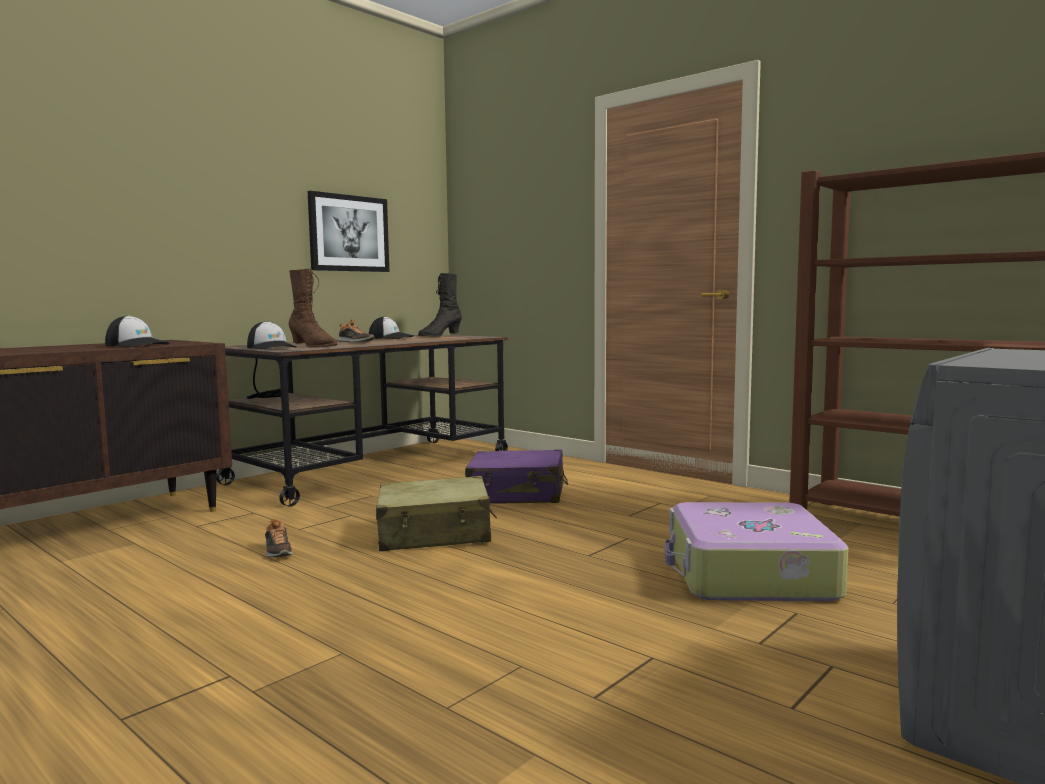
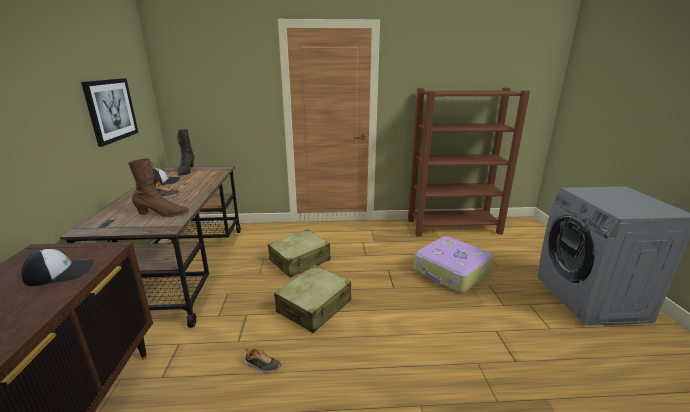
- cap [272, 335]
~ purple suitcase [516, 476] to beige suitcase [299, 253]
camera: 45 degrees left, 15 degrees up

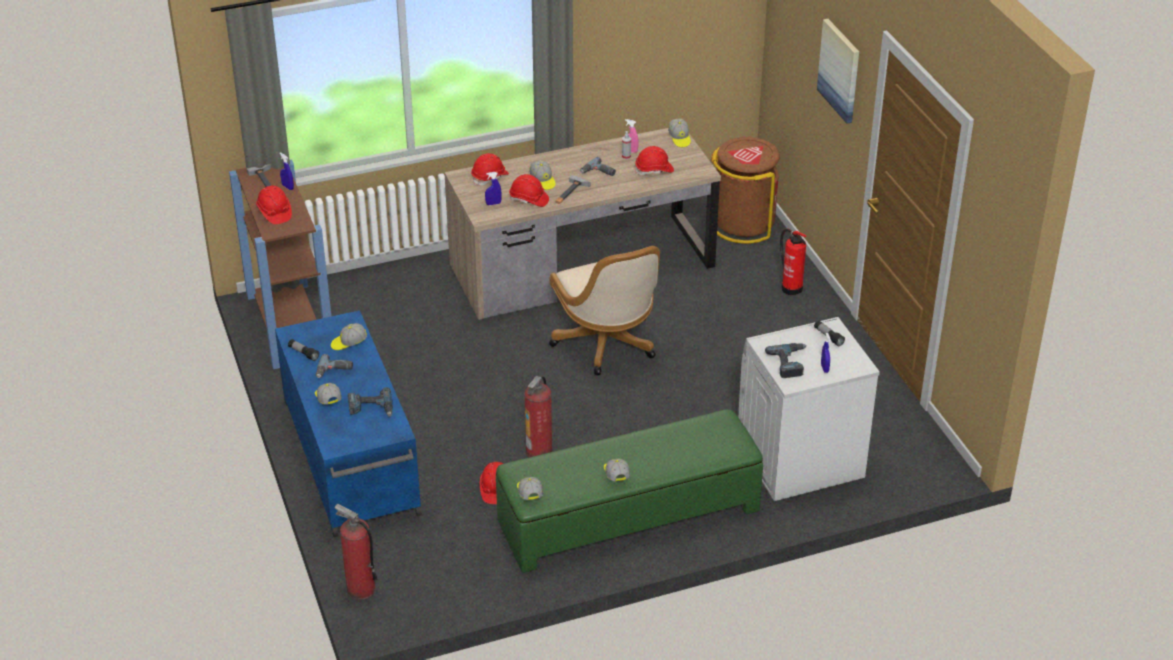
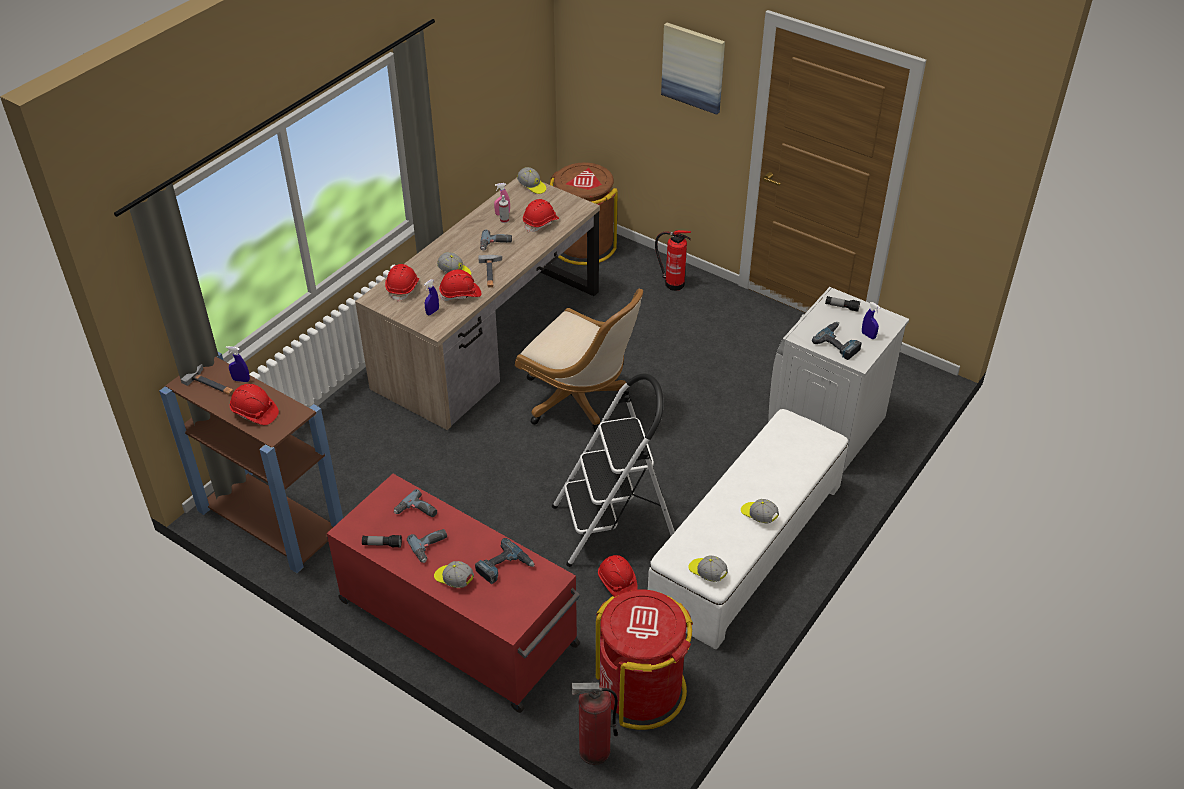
+ red trash can [644, 660]
~ cap [349, 336] to power drill [415, 503]
~ fire extinguisher [538, 416] to step ladder [613, 470]
~ blue cabinet [348, 423] to red cabinet [453, 593]
~ green bench [629, 491] to white bench [748, 529]
camera: 35 degrees left, 5 degrees up

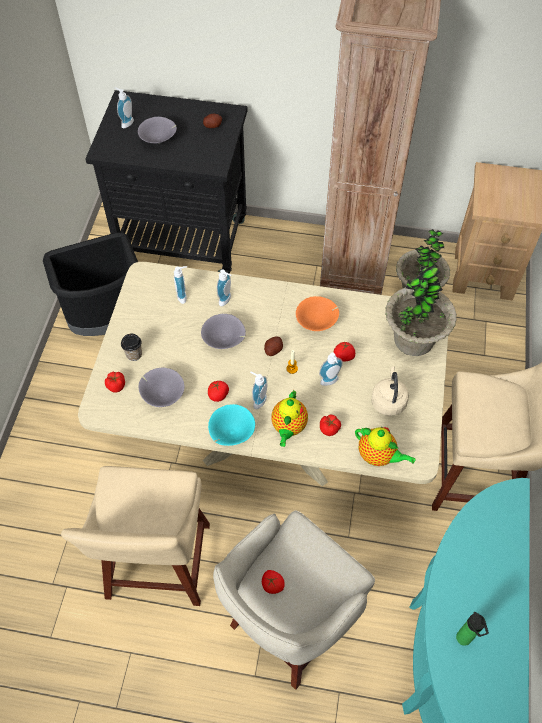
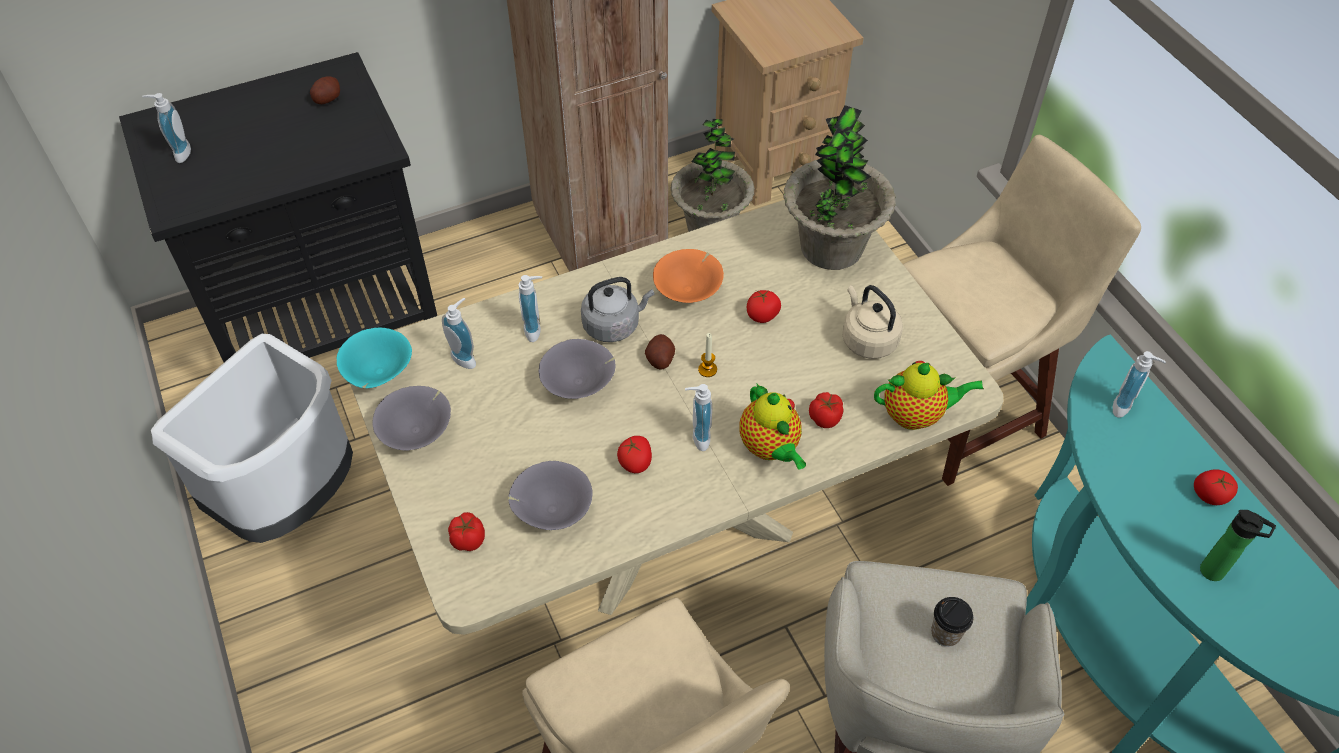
+ grey kettle [617, 309]
~ cup [131, 347] to [952, 622]
~ grey bowl [157, 130] to [411, 418]
~ turquoise bowl [231, 425] to [374, 358]
~ tomato [273, 582] to [1216, 487]
~ soap dispenser [331, 369] to [1139, 384]
~ black trash can [90, 284] to white trash can [252, 438]
camera: 35 degrees left, 5 degrees down

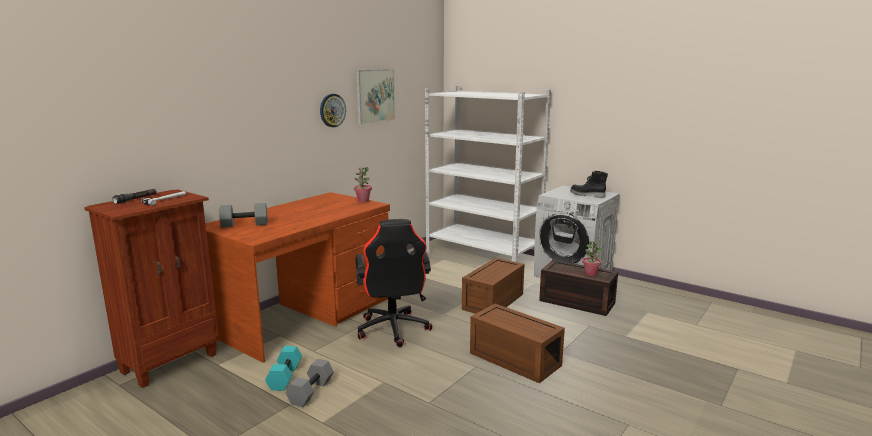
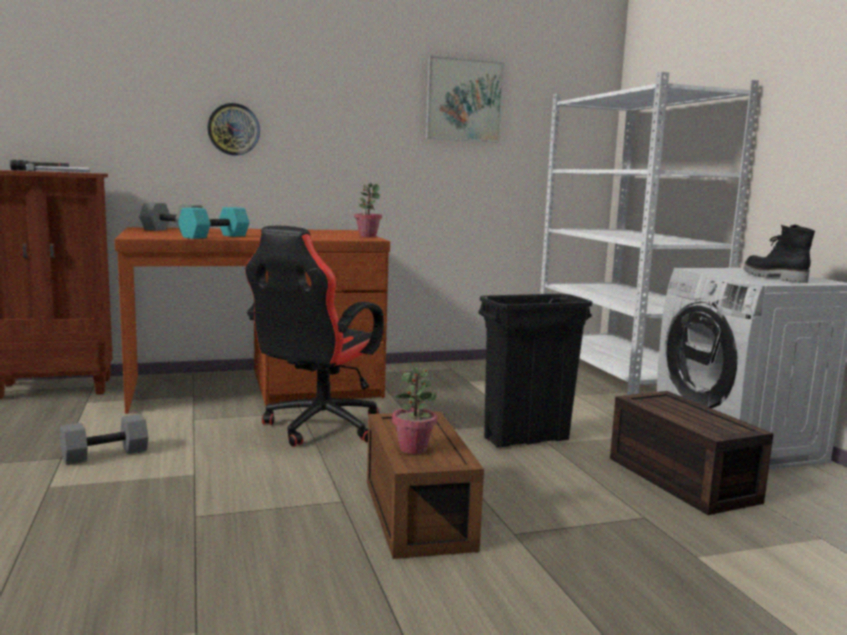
~ turquoise dumbbell [283, 368] to [214, 223]
~ wall clock [333, 110] to [233, 129]
~ potted plant [592, 258] to [414, 410]
~ brown storage box [493, 286] to black trash can [535, 370]
camera: 35 degrees right, 5 degrees down

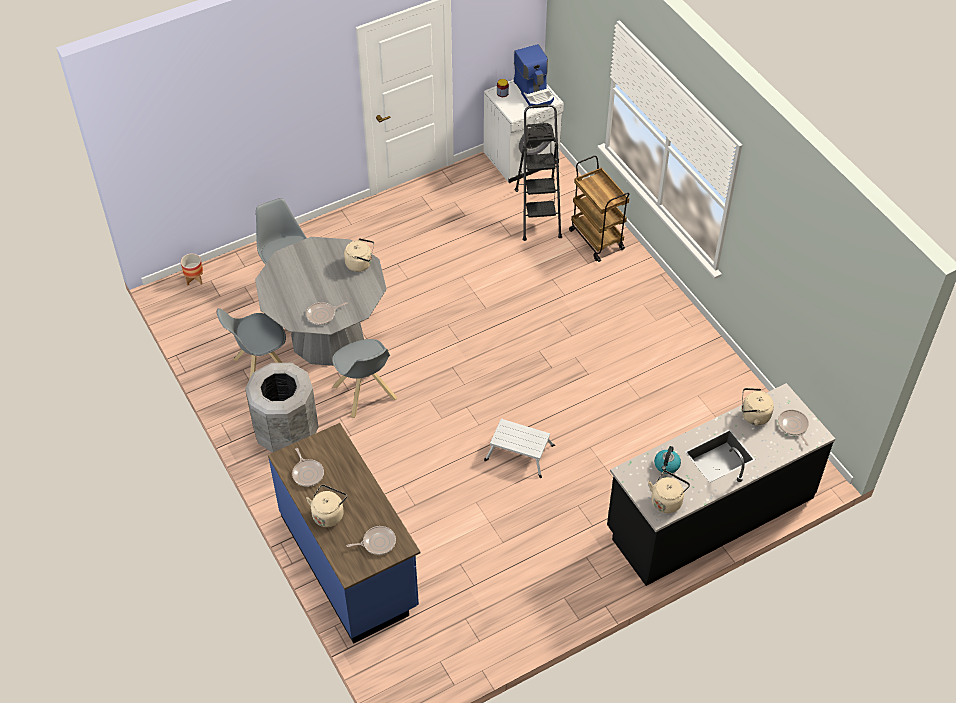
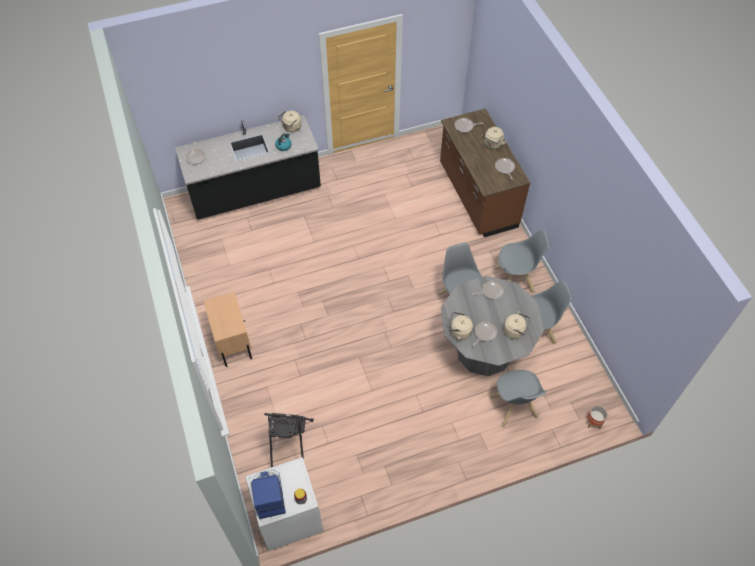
- white step ladder [519, 448]
- brown cart [599, 209]
+ beige nightstand [228, 329]
+ frying pan [485, 333]
~ beige kettle [758, 406] to [516, 325]
~ grey trash can [282, 408] to grey chair [522, 261]
~ blue counter [344, 533] to brown counter [485, 172]
camera: 170 degrees left, 5 degrees up

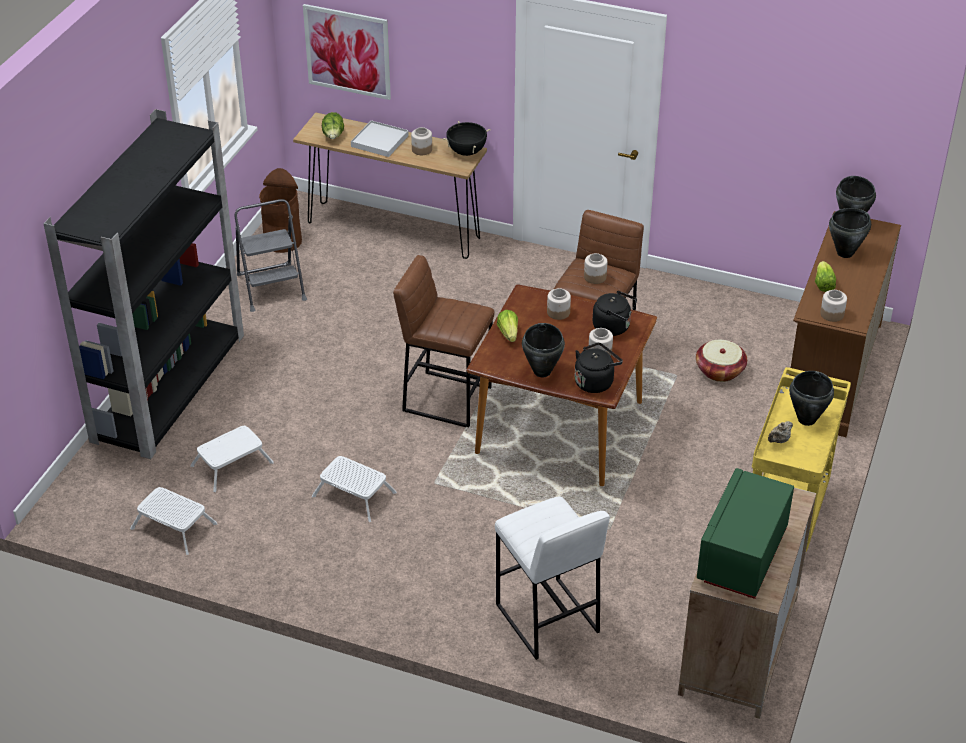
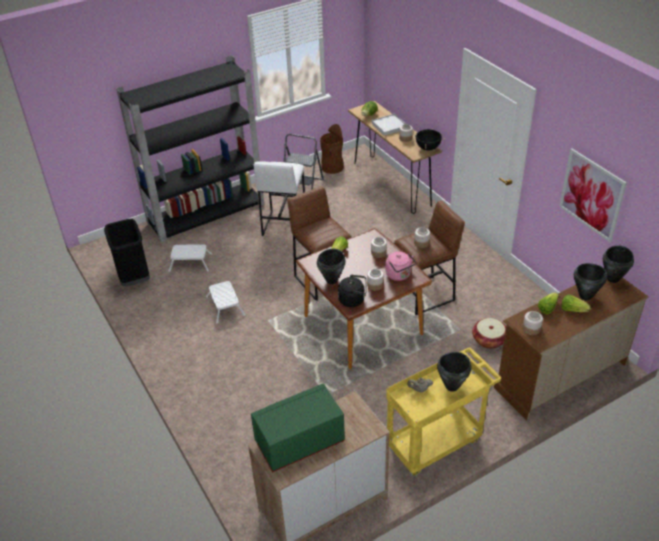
+ lettuce [576, 303]
~ picture [347, 52] to [593, 195]
~ white stool [552, 578] to [279, 198]
~ white step ladder [173, 521] to black trash can [127, 253]
~ black kettle [614, 313] to pink kettle [400, 266]
camera: 40 degrees right, 0 degrees up

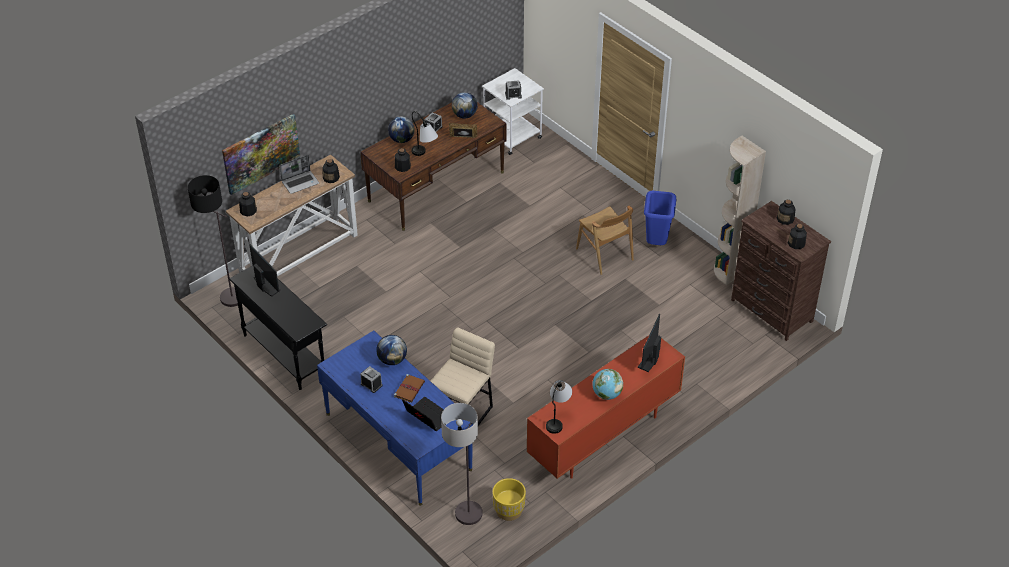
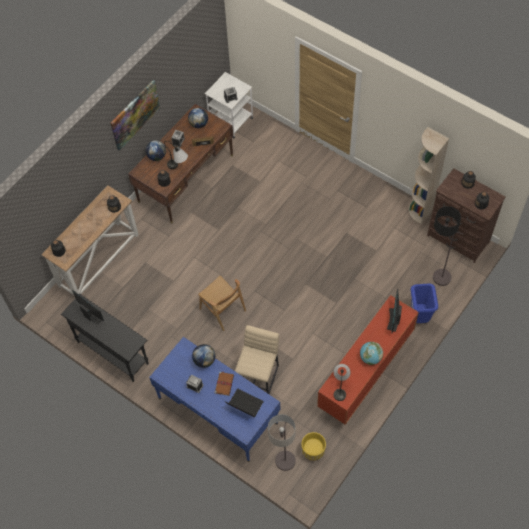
- laptop [299, 174]
~ black floor lamp [213, 241] to [448, 246]
~ picture [261, 154] to [135, 115]
~ brown chair [605, 240] to [222, 303]
~ blue trash can [660, 218] to [424, 303]
camera: 10 degrees left, 15 degrees up

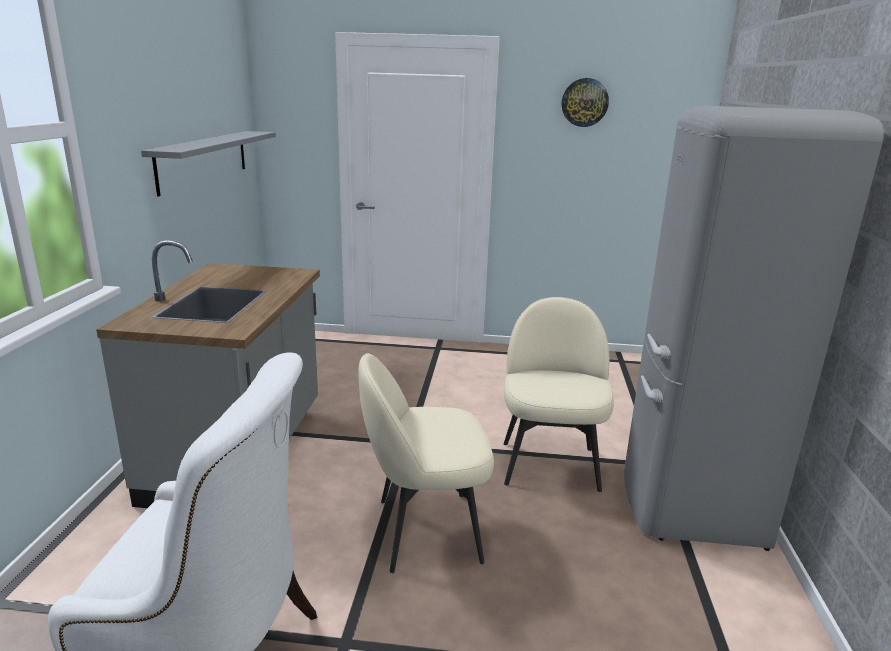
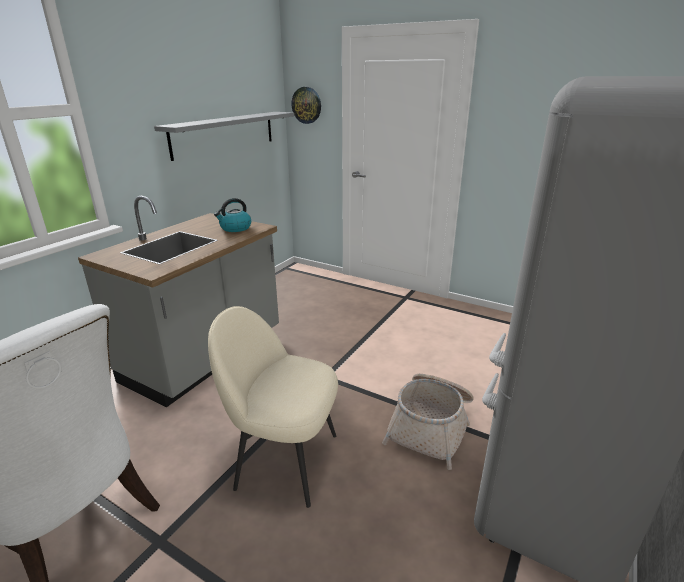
+ kettle [232, 215]
~ wall clock [585, 102] to [306, 105]
~ beige chair [559, 394] to basket [428, 422]
camera: 25 degrees right, 5 degrees up

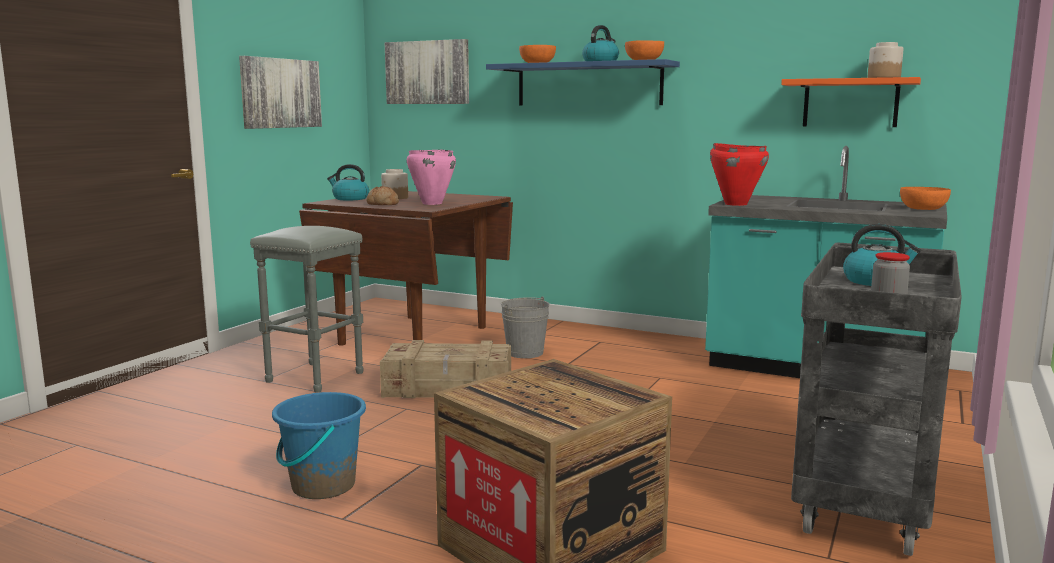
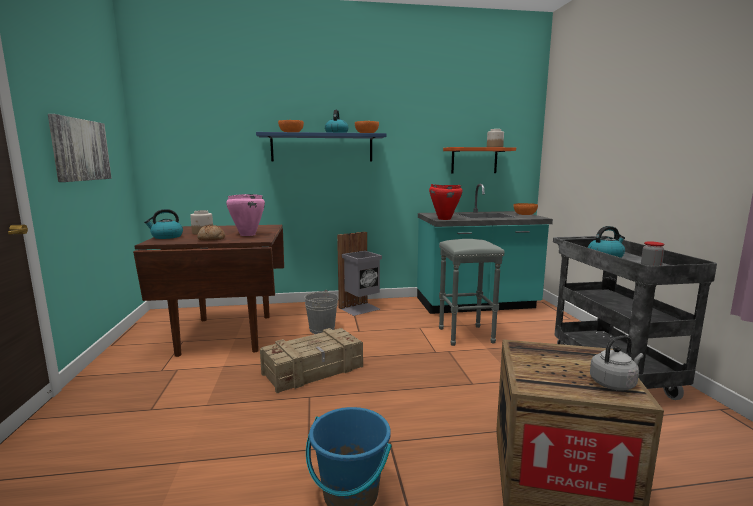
- picture [427, 71]
+ grey trash can [359, 274]
+ grey kettle [617, 363]
~ grey stool [307, 309] to [472, 292]
camera: 35 degrees left, 0 degrees up

